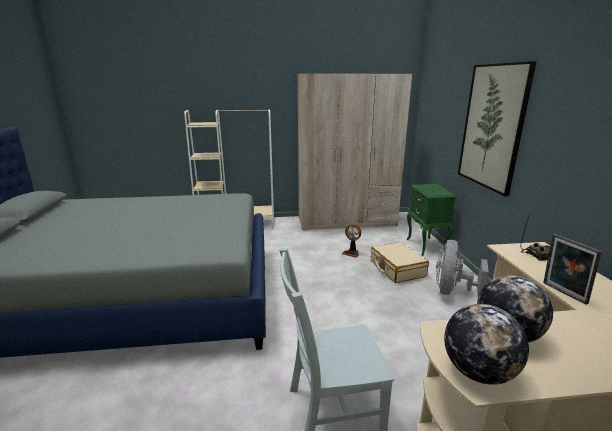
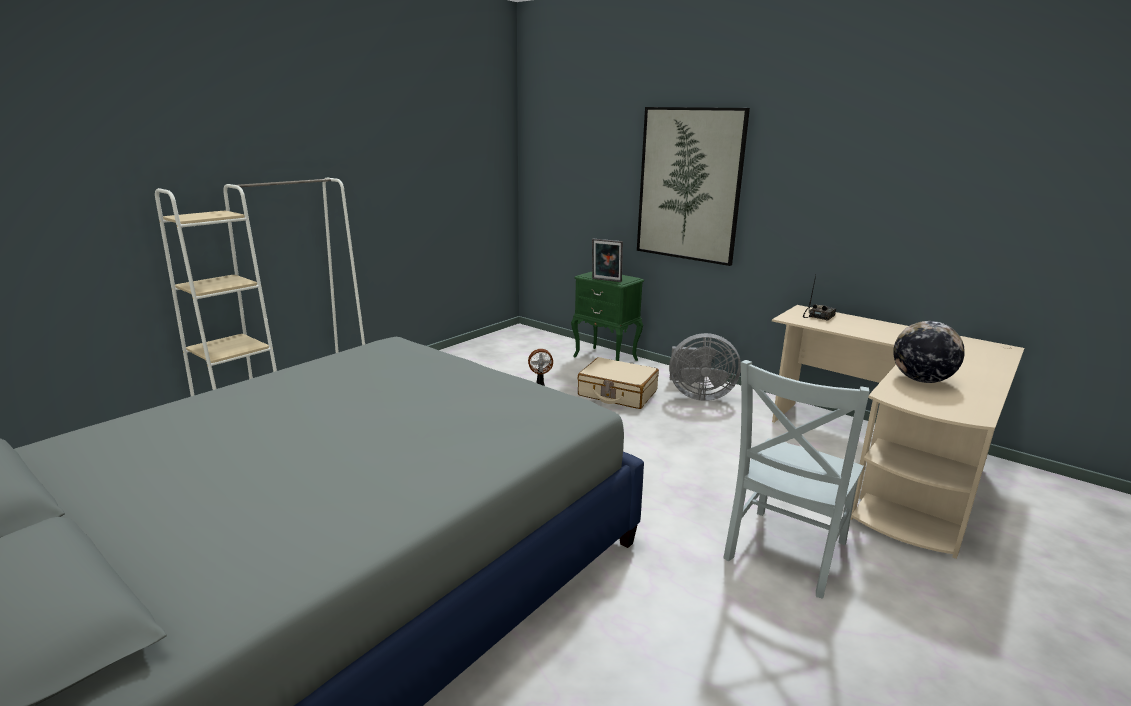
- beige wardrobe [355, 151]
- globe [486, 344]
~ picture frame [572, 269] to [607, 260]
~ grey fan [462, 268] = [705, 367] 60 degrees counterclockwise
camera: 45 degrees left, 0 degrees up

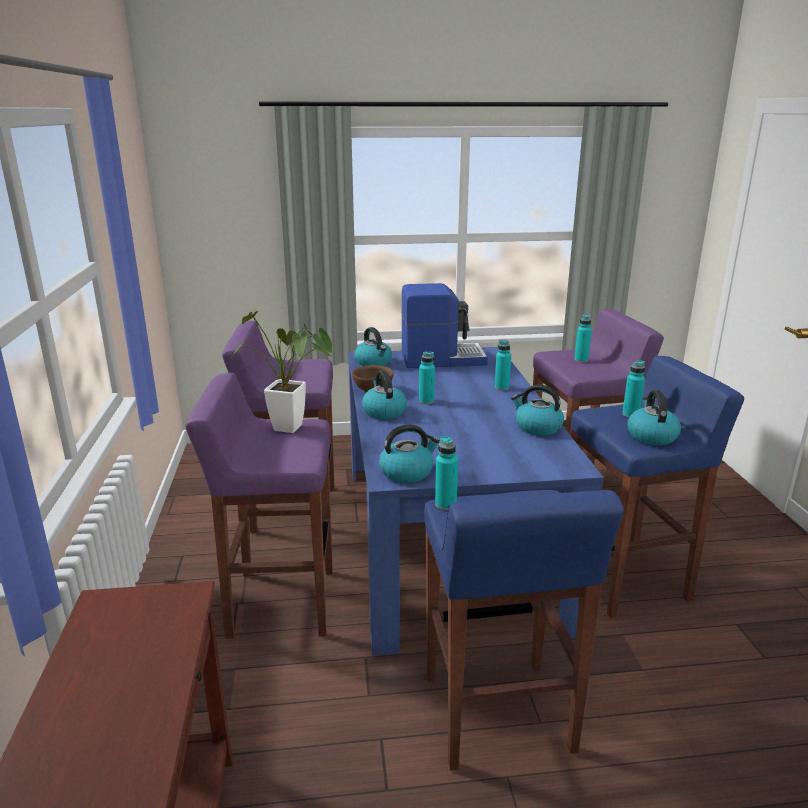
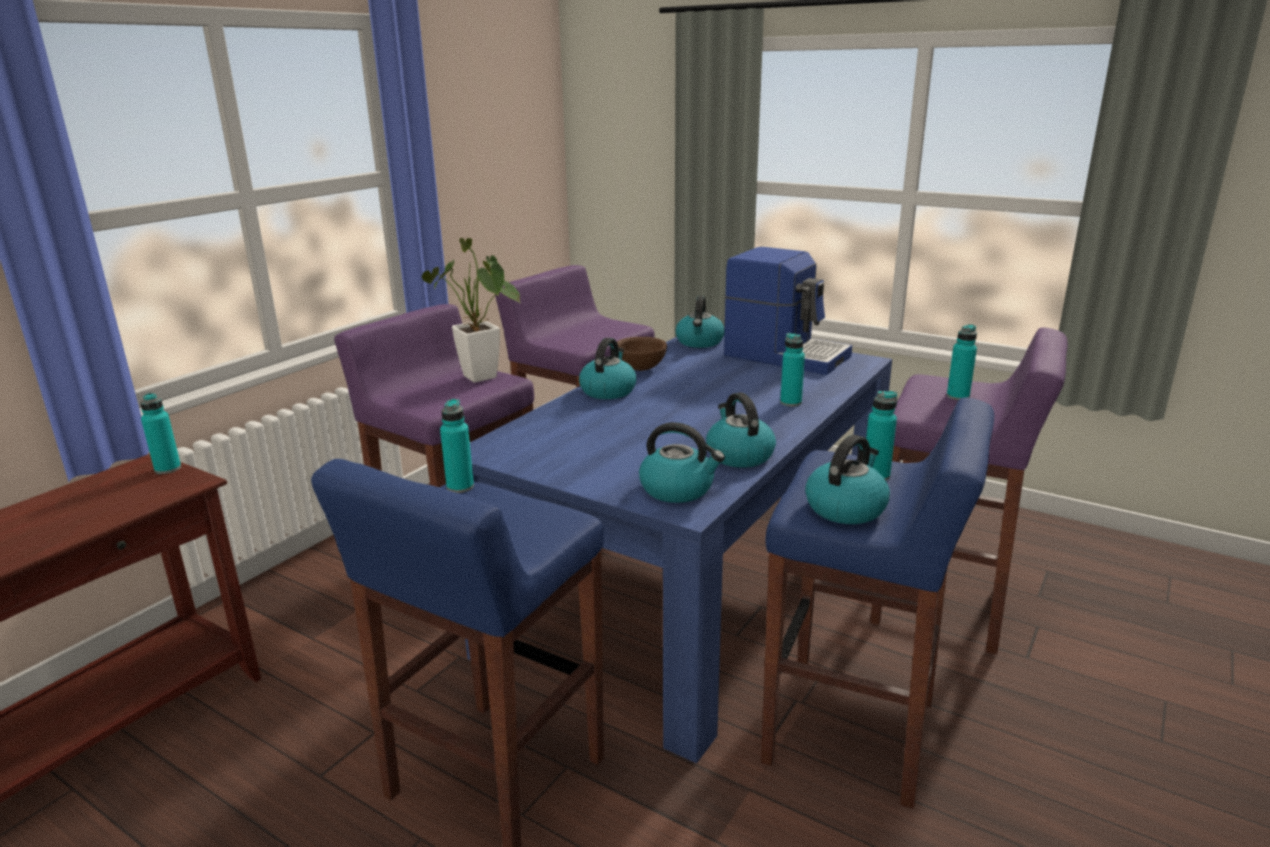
~ kettle [409, 453] to [682, 462]
~ turquoise bottle [427, 378] to [160, 433]
camera: 40 degrees right, 0 degrees up

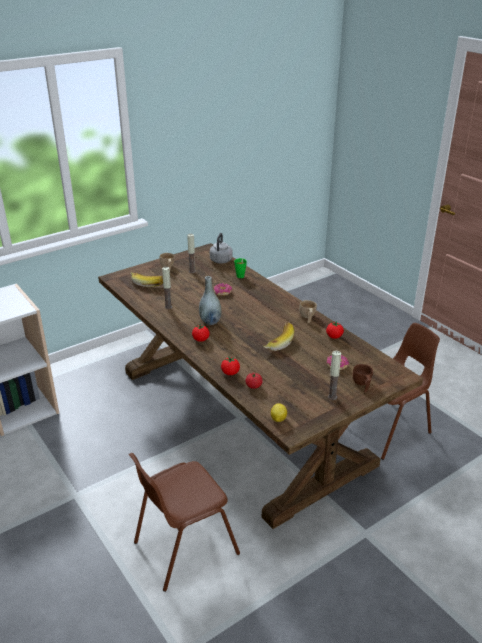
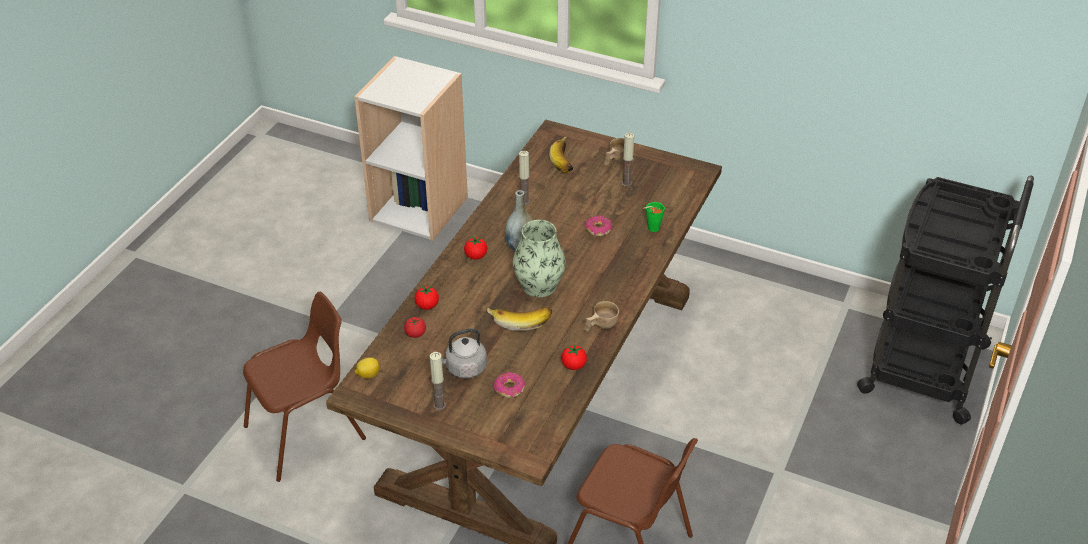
- brown cup [363, 378]
+ vase [539, 258]
+ black cart [945, 300]
~ grey kettle [221, 248] to [464, 353]
~ brown chair [184, 522] = [304, 387] 120 degrees clockwise
camera: 60 degrees right, 10 degrees up

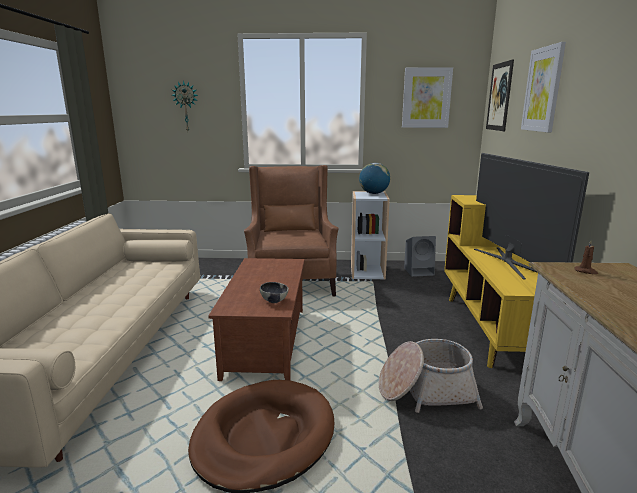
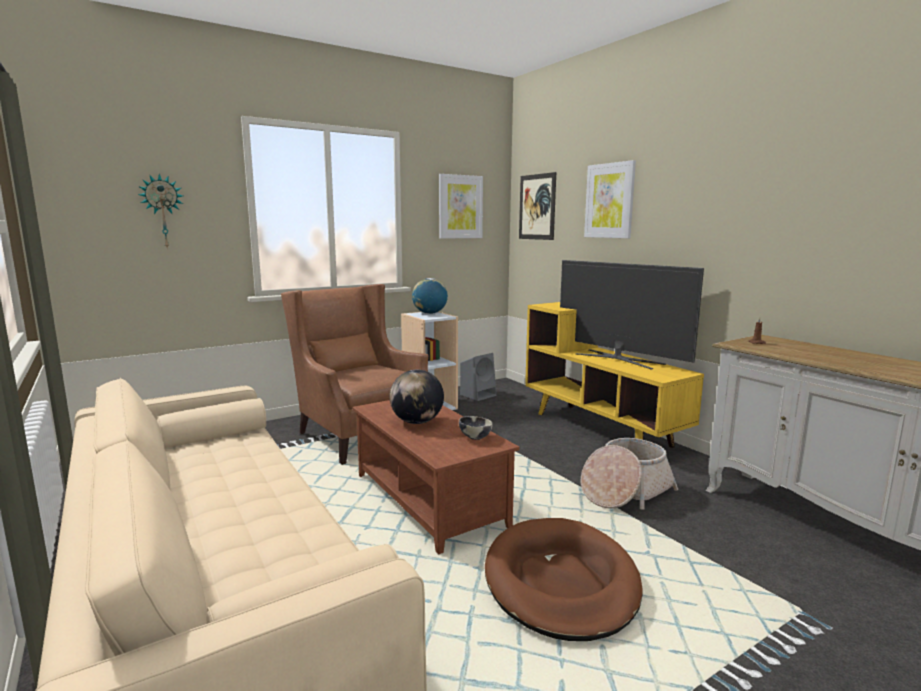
+ globe [417, 397]
camera: 35 degrees left, 5 degrees down

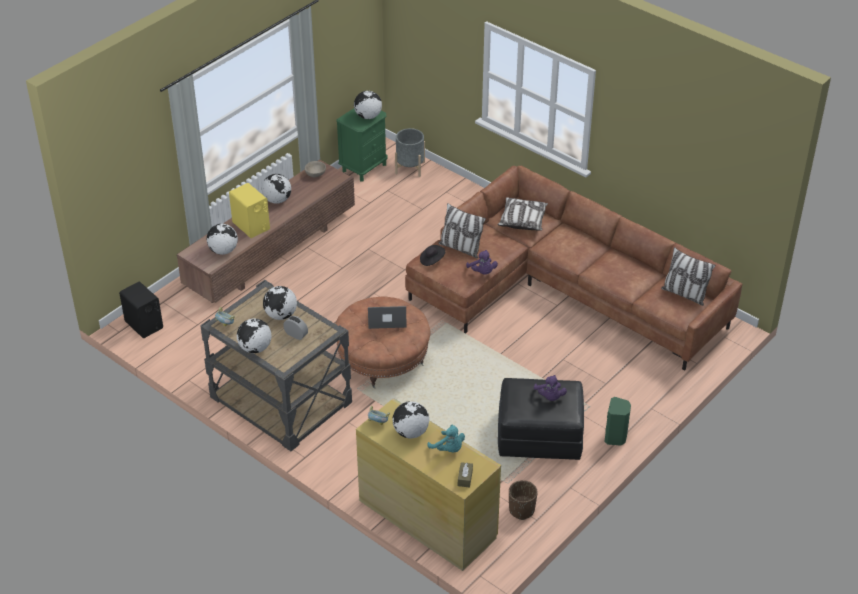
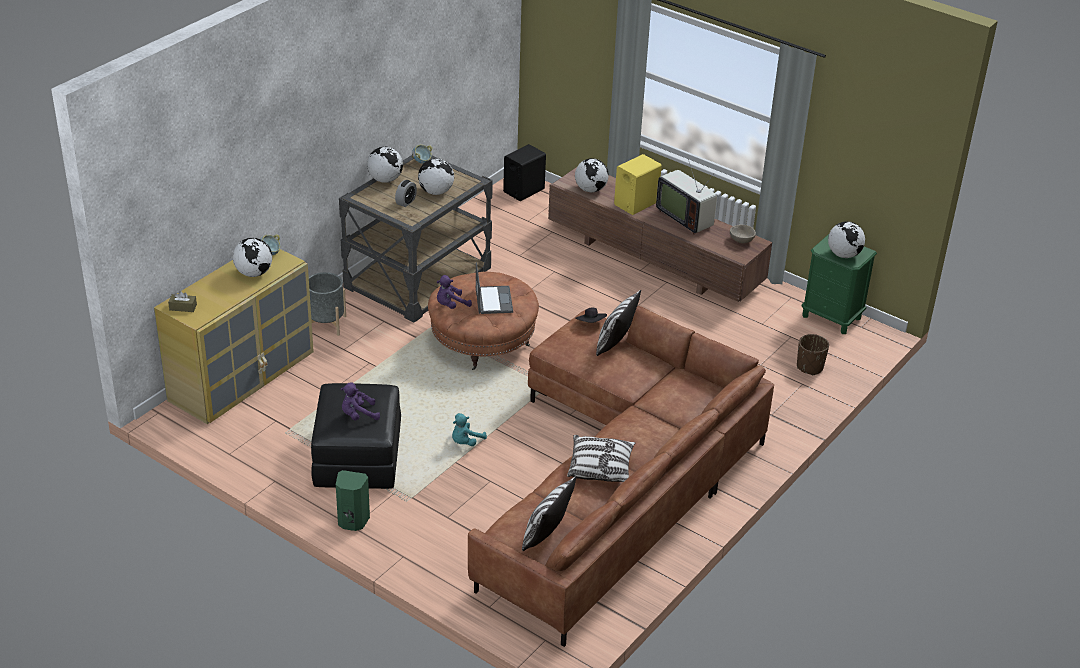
~ grey planter [410, 152] to [327, 304]
~ turquoise plush toy [446, 438] to [469, 429]
~ purple plush toy [482, 262] to [454, 292]
~ pillow [523, 214] to [601, 458]
~ brown planter [523, 500] to [813, 354]
~ globe [276, 189] to television [686, 196]
camera: 85 degrees right, 5 degrees down

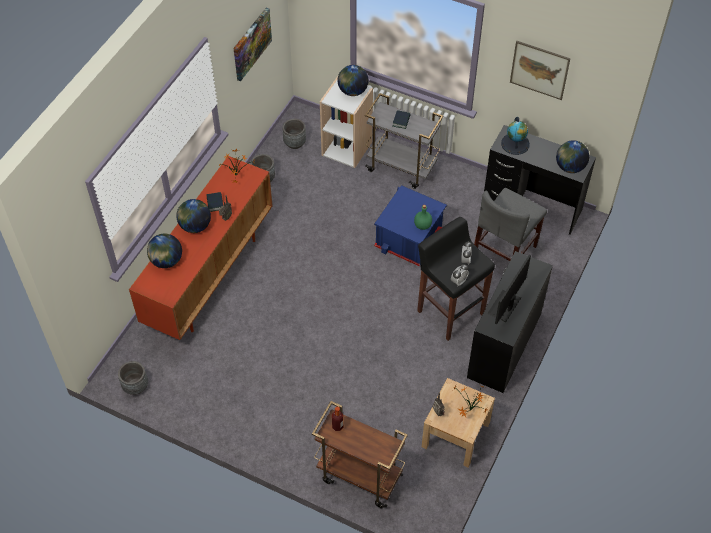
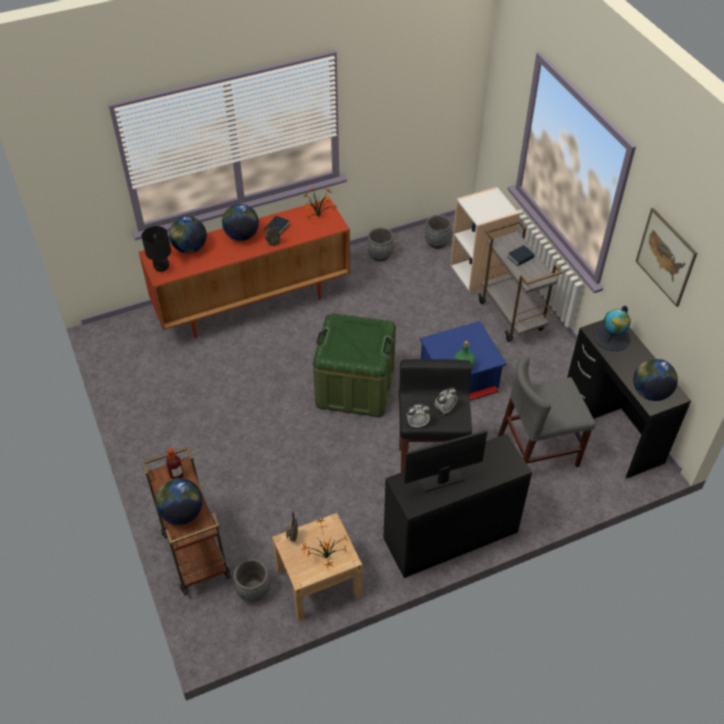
- picture [253, 44]
+ black table lamp [156, 249]
+ green storage box [354, 365]
~ grey planter [133, 378] to [252, 580]
~ globe [353, 80] to [179, 501]
camera: 40 degrees right, 5 degrees down

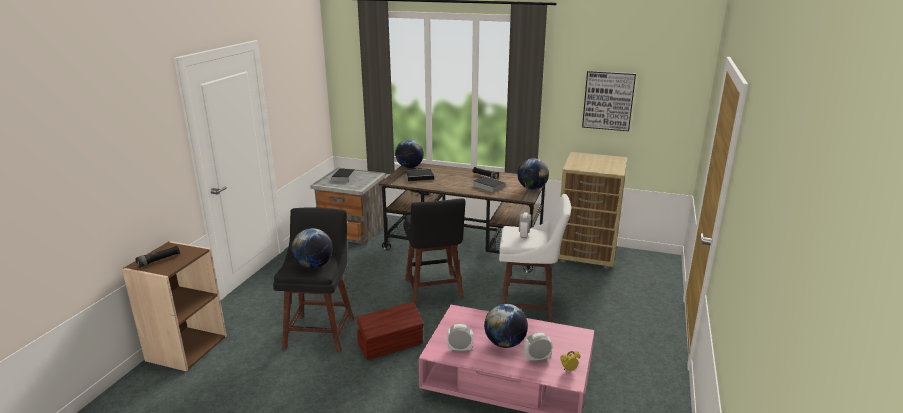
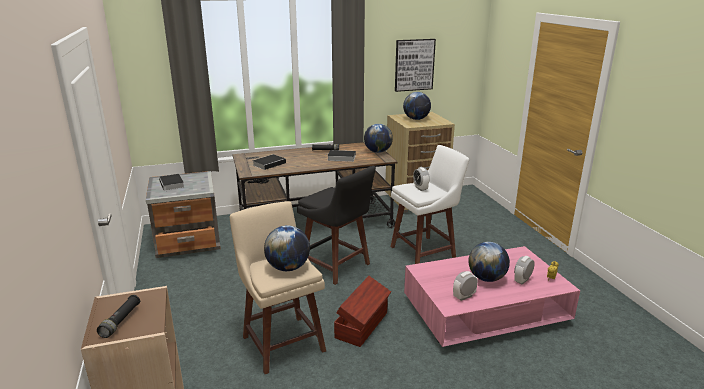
~ globe [409, 154] to [417, 106]
~ black stool [313, 280] to beige stool [278, 287]
camera: 35 degrees left, 0 degrees up

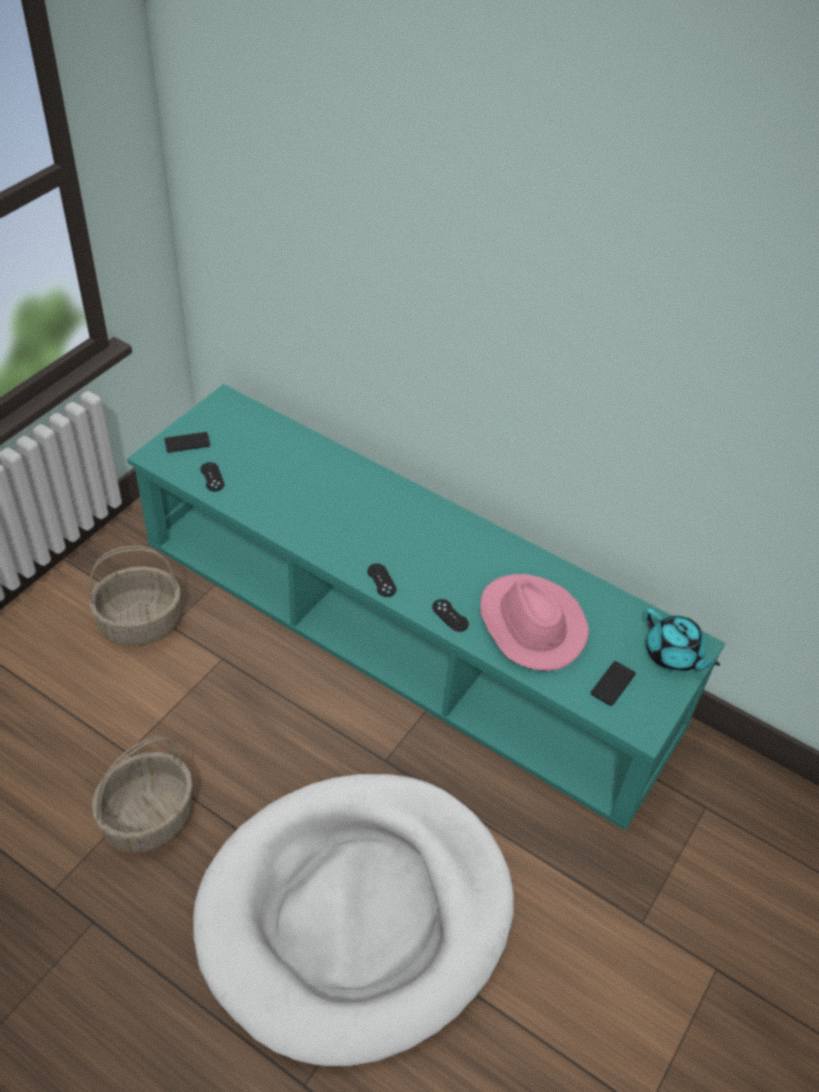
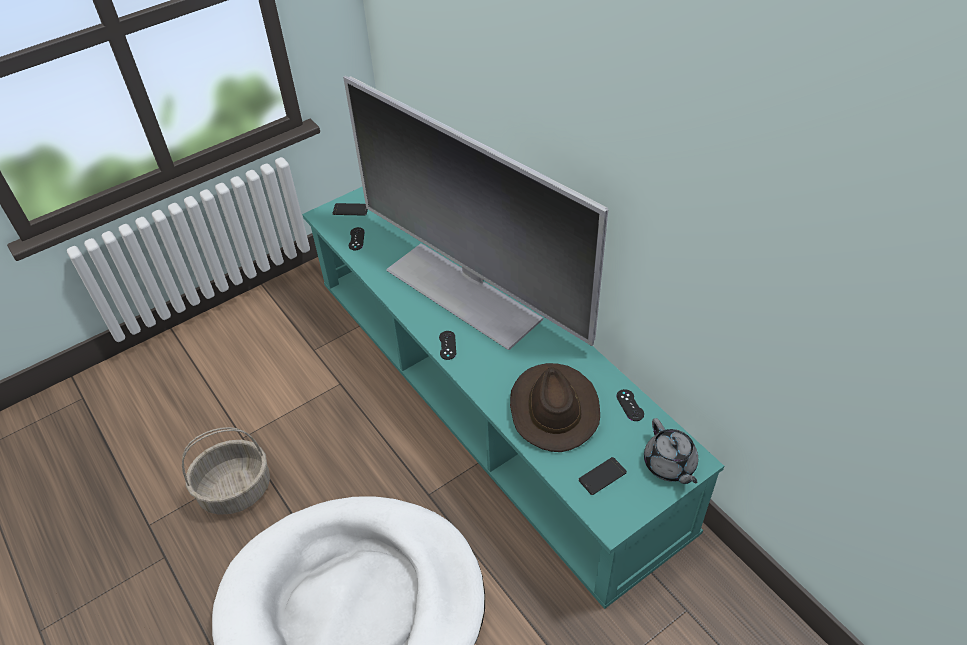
- basket [134, 595]
+ television [475, 213]
~ black game controller [450, 615] to [630, 405]
~ pink hat [534, 622] to brown hat [555, 407]
~ turquoise teapot [682, 640] to grey teapot [671, 451]
camera: 25 degrees right, 0 degrees up

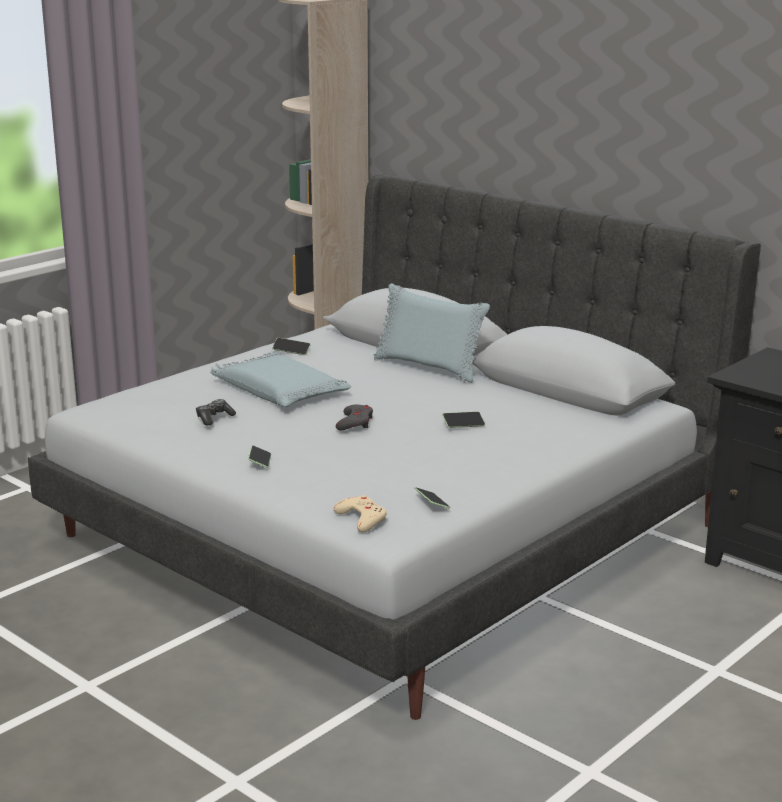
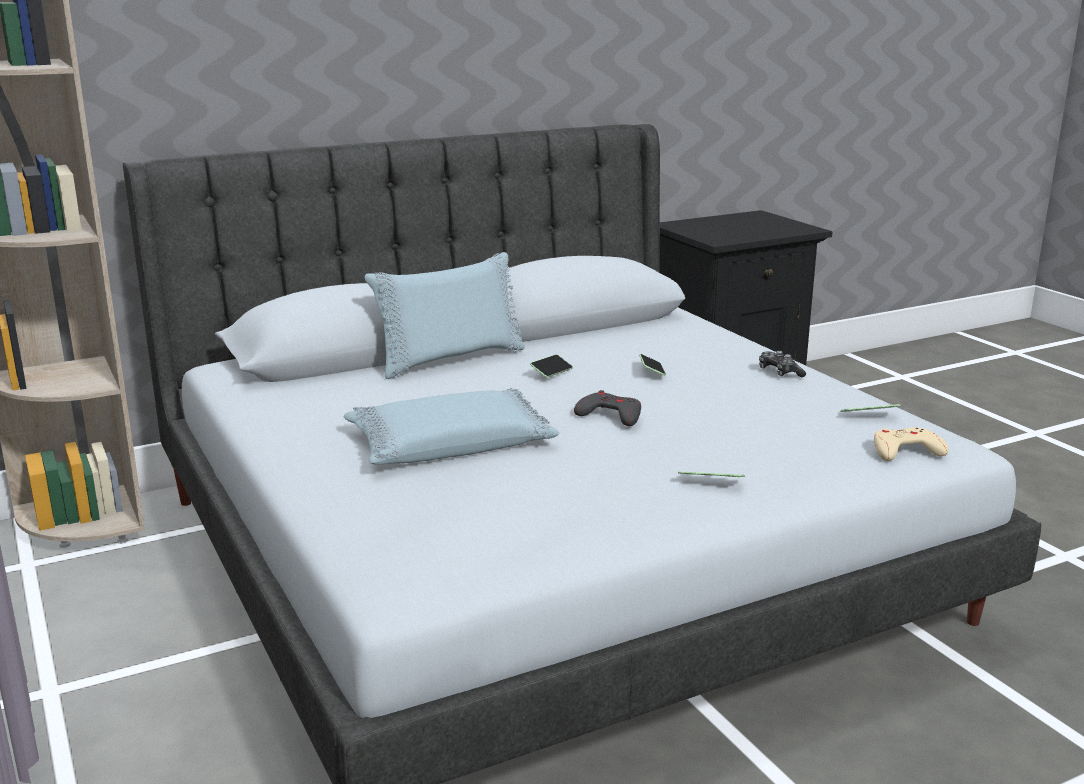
~ game controller [216, 412] to [782, 364]
~ phone [291, 346] to [551, 366]
camera: 70 degrees left, 0 degrees up

